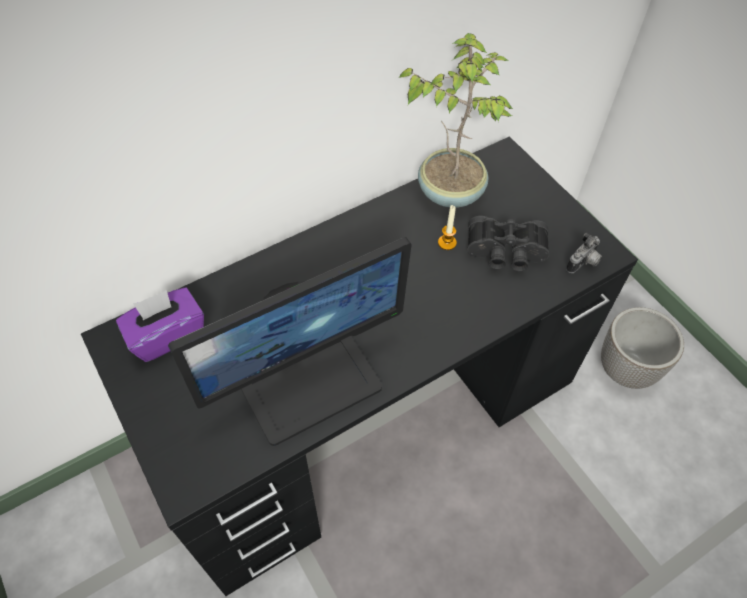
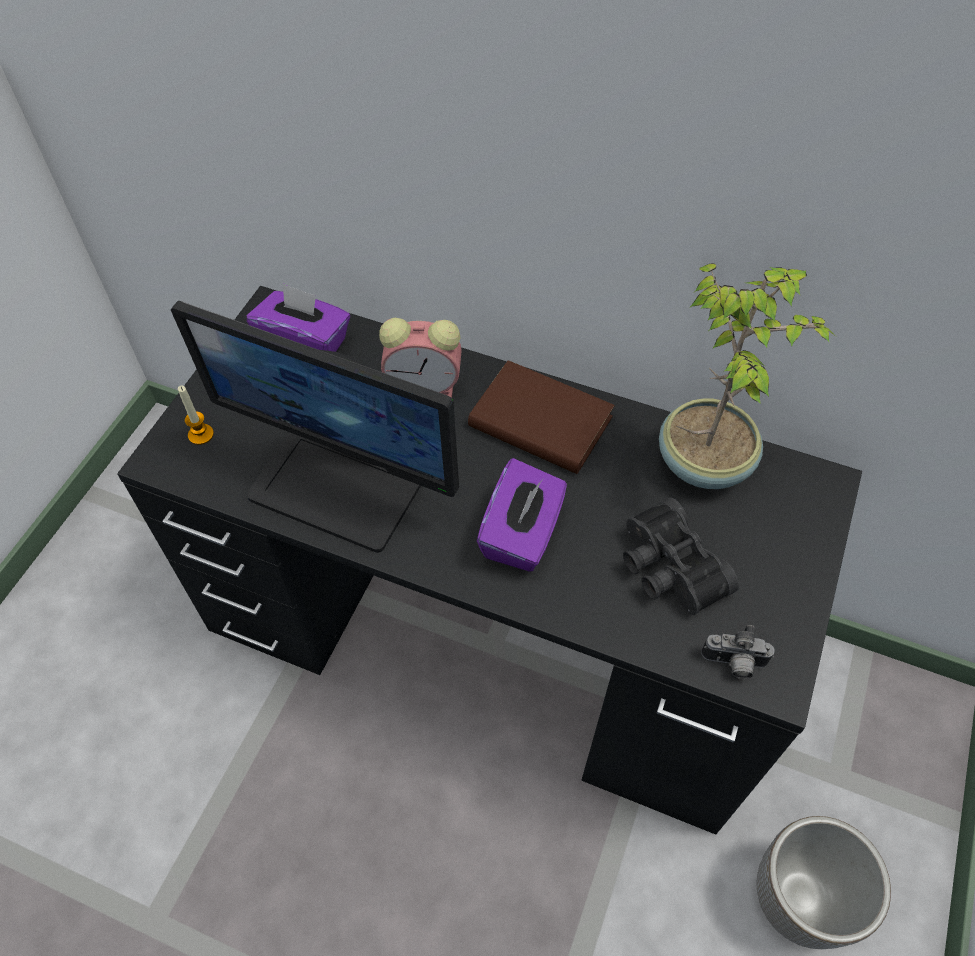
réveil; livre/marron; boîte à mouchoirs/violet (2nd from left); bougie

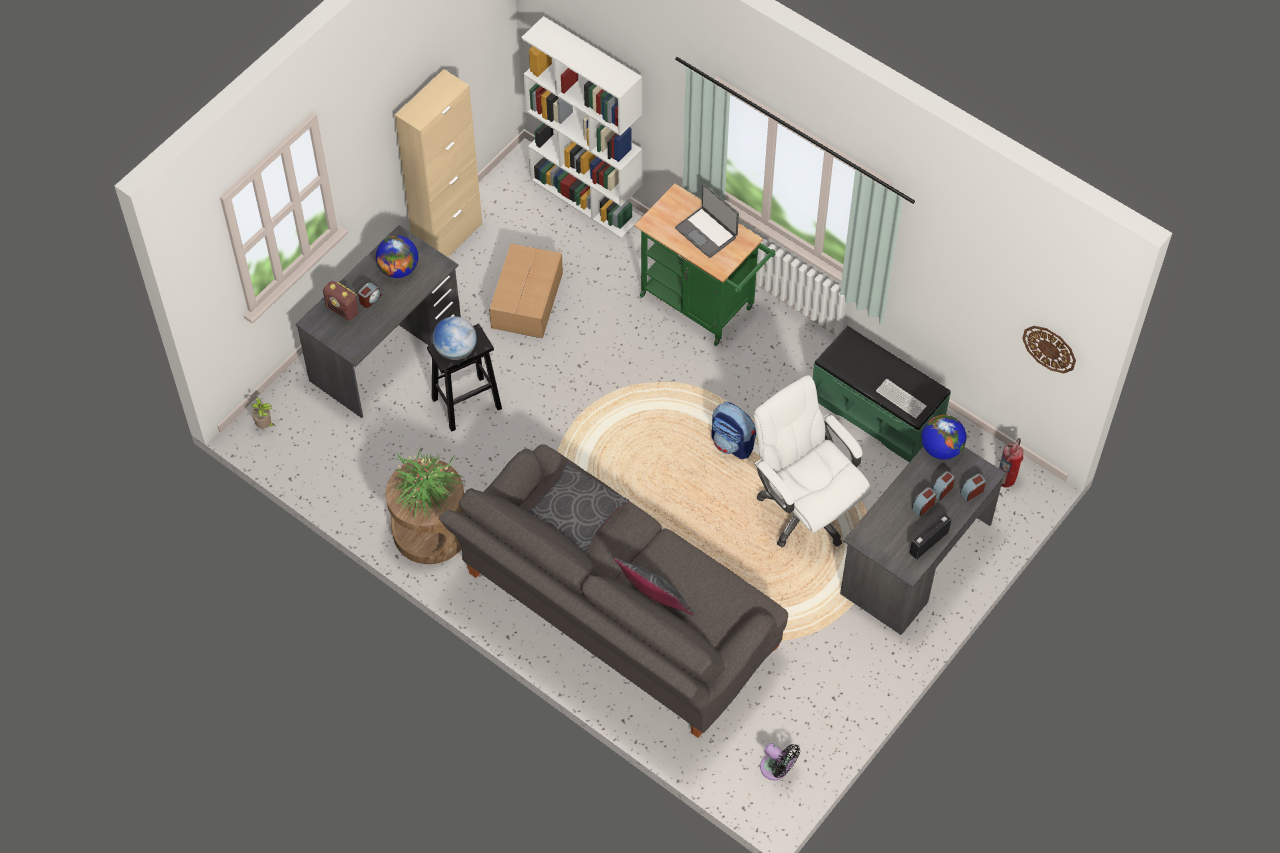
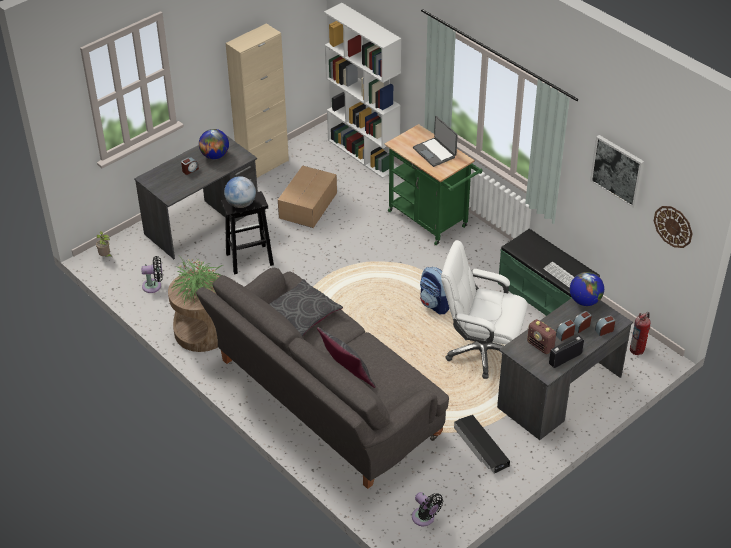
ventilateur/noir (1st from left); boîte de rangement/noir; tableau; radio (1st from left); chaise de bureau/blanc

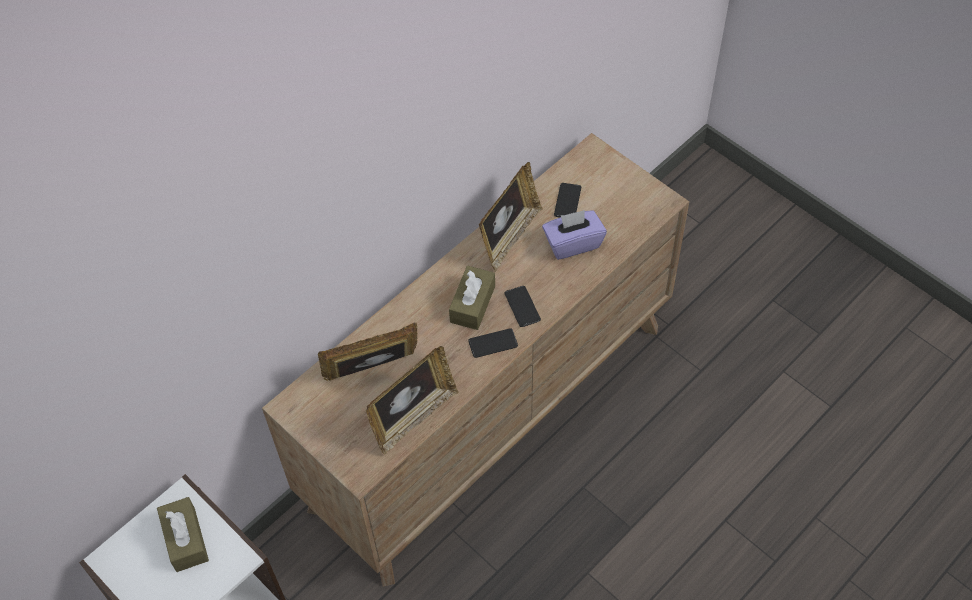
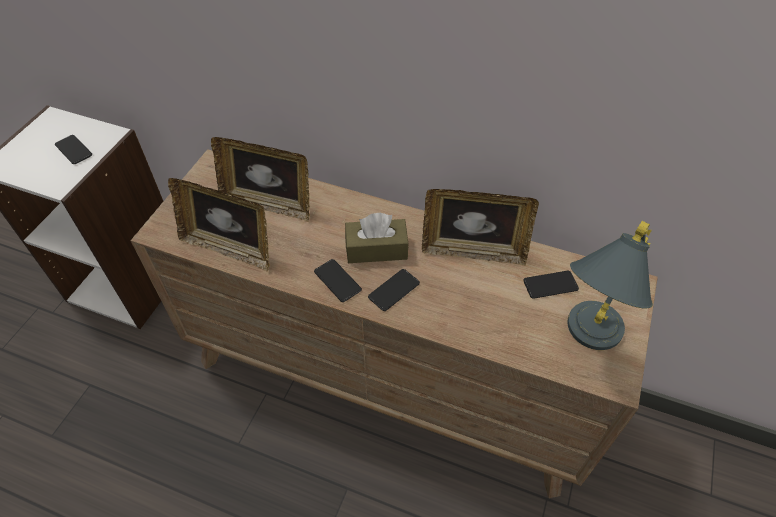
boîte à mouchoirs/violet; lampe de table/gris; téléphone (1st from left); cadre photo (2nd from left)

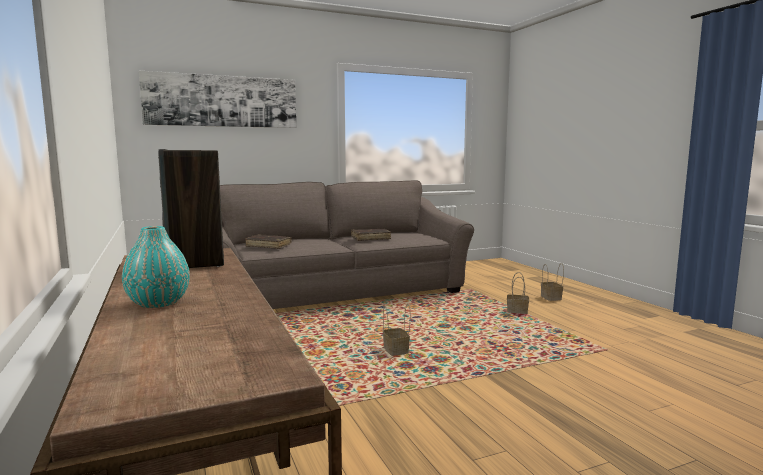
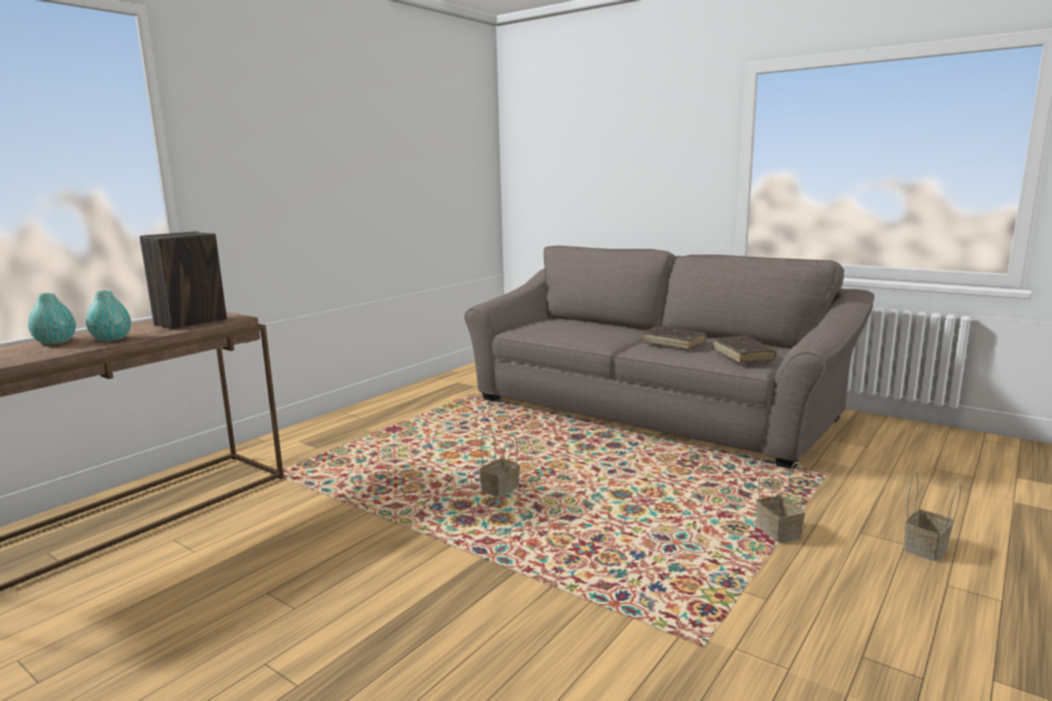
tableau; vase/turquoise (2nd from left); livre/marron (2nd from left)

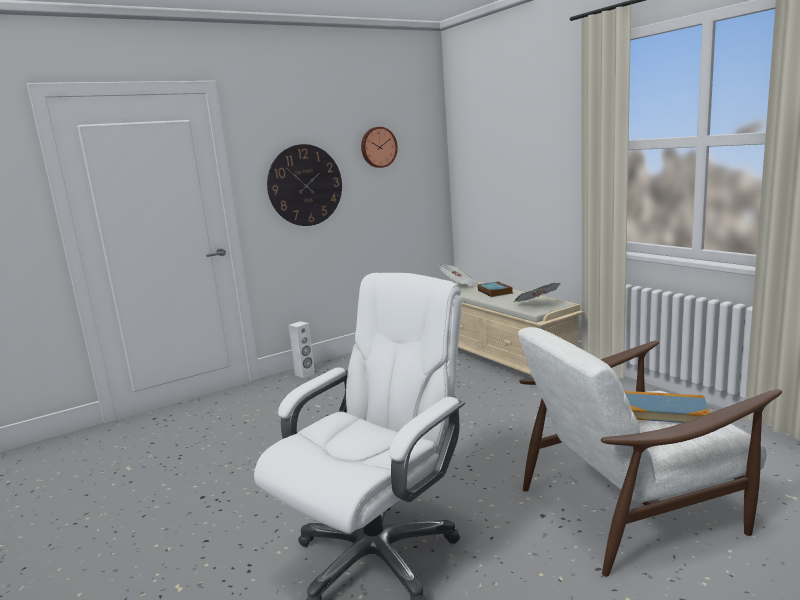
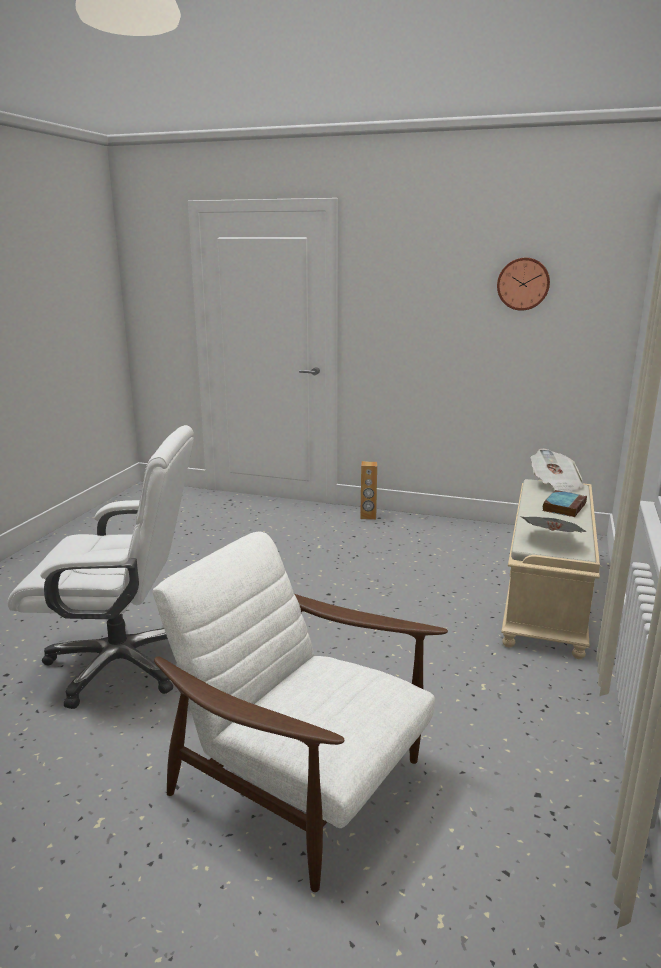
horloge murale (1st from left in the first image); livre (2nd from left in the first image); enceinte/marron

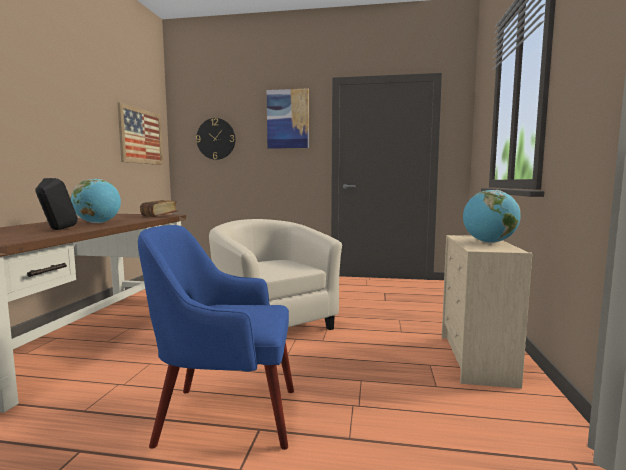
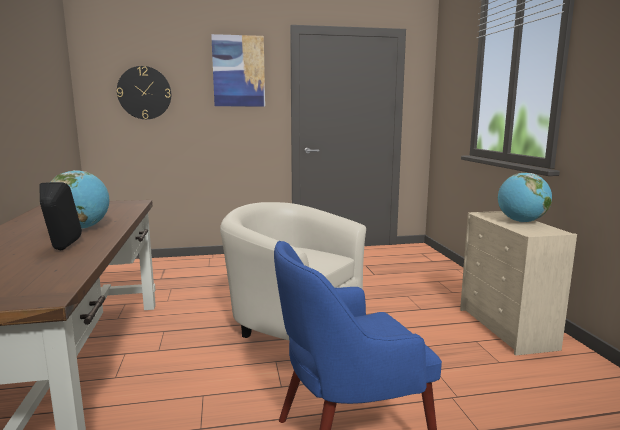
tableau (1st from left in the first image); livre

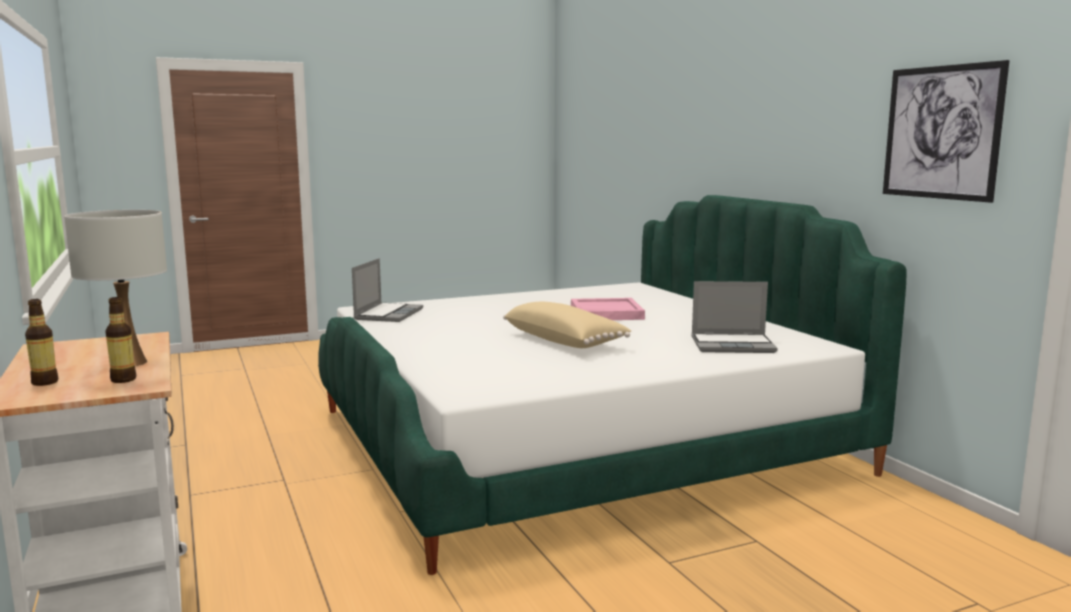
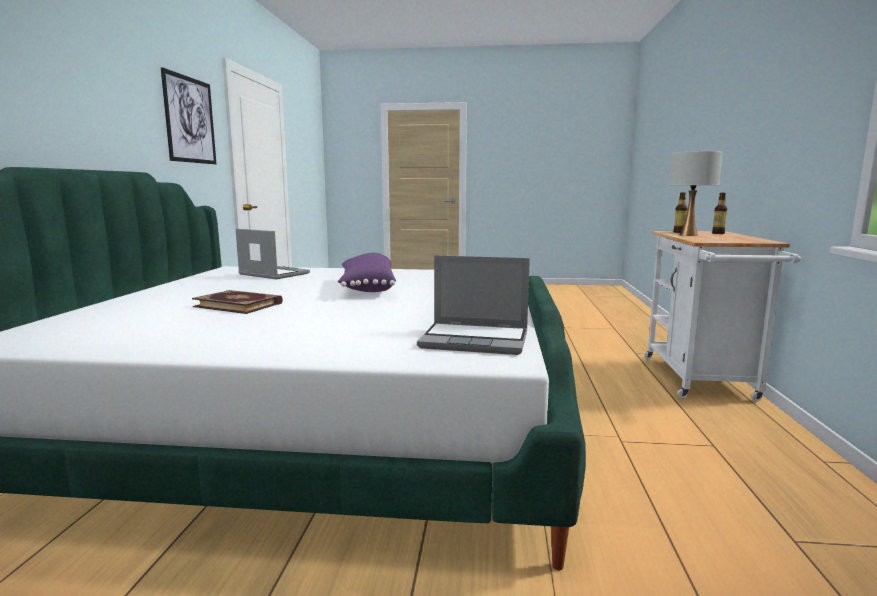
livre; coussin/violet; ordinateur portable (2nd from left)

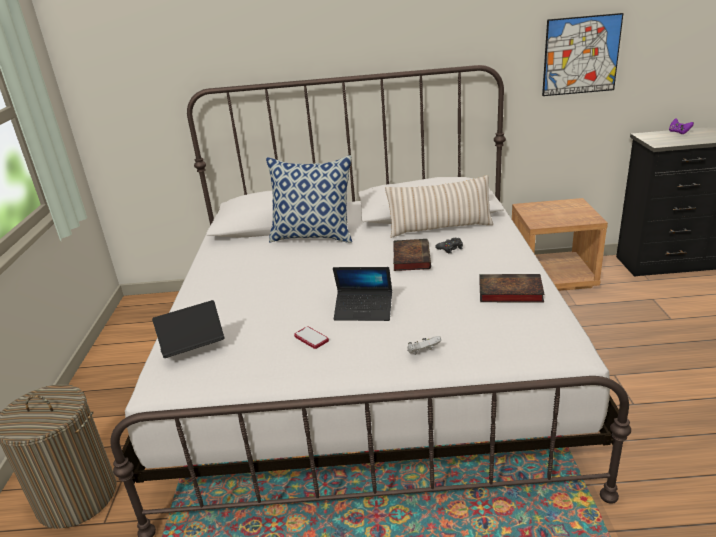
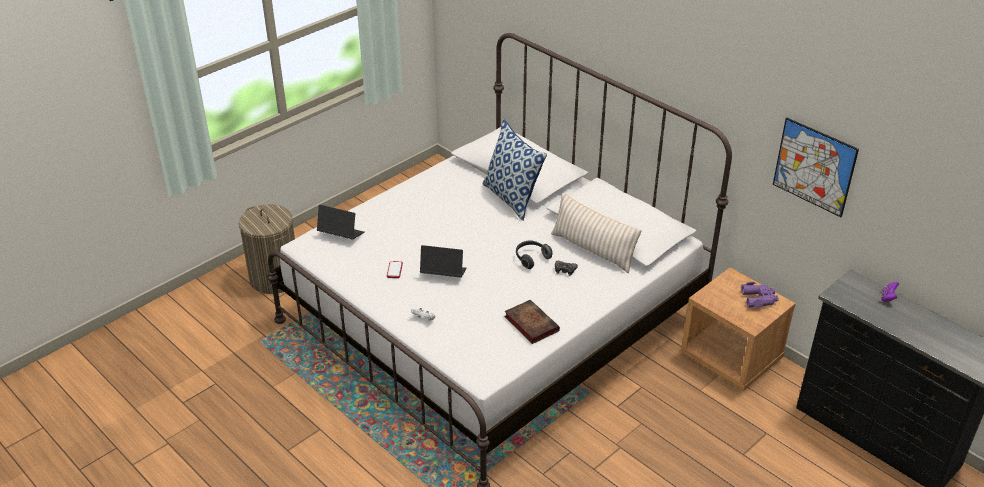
jumelles/violet; casque audio; ordinateur portable (2nd from left)

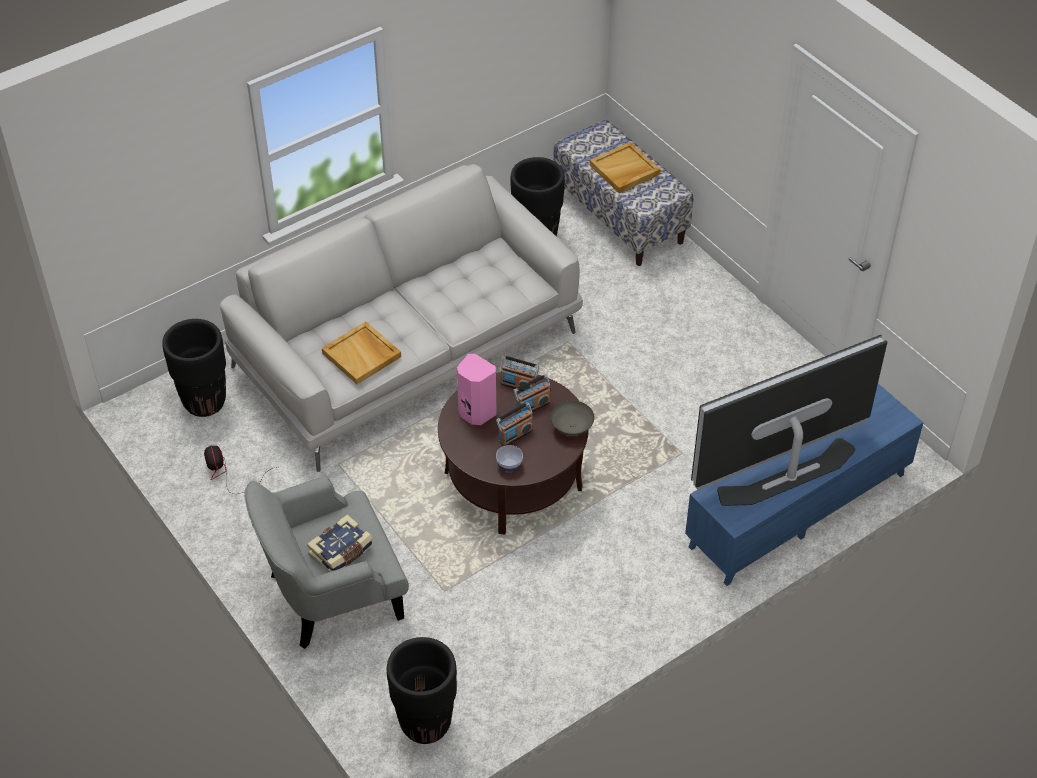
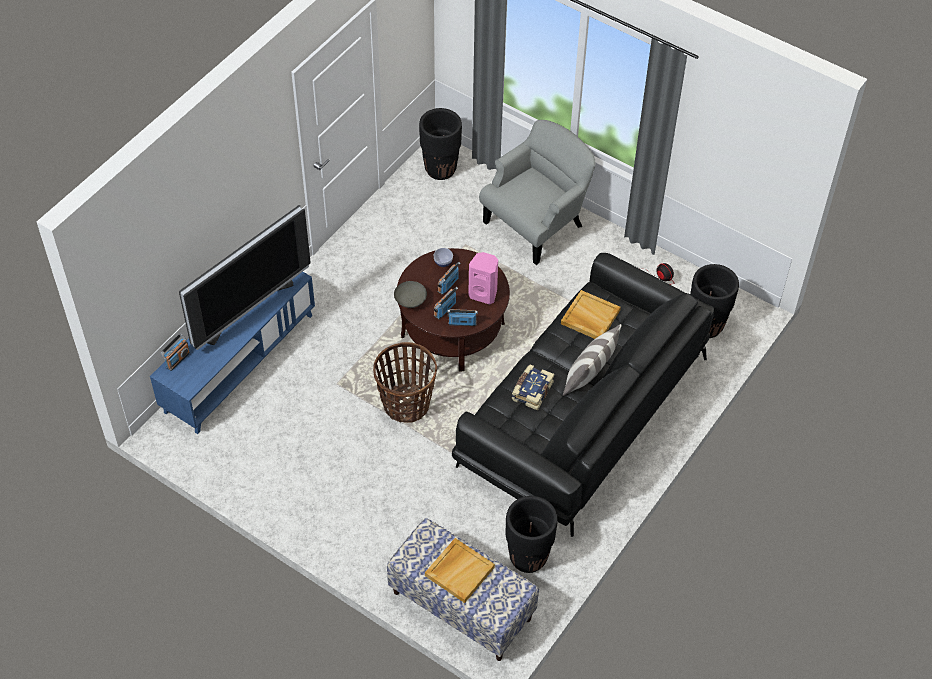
radio (1st from left); panier; coussin; livre; canapé/noir

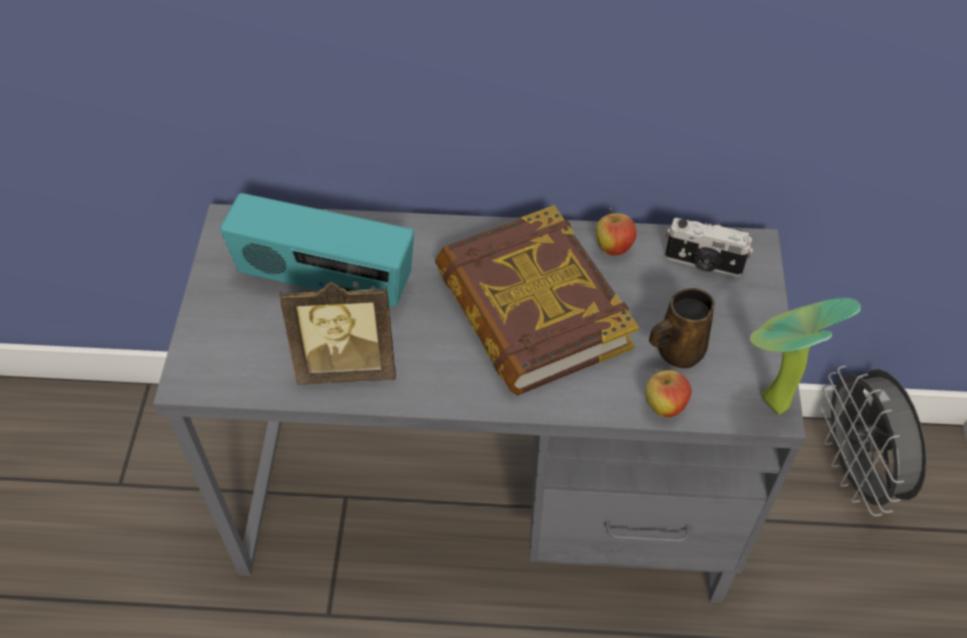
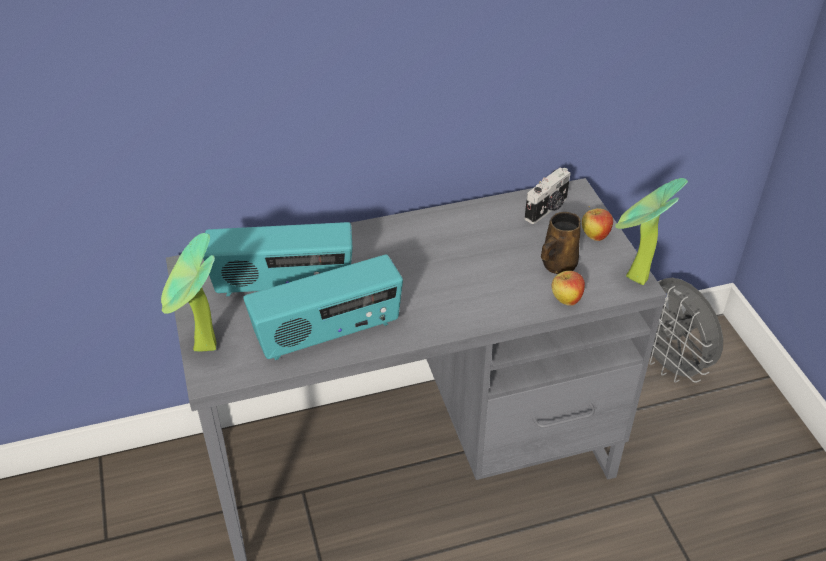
livre; plante en pot (1st from left); pomme (2nd from left); radio (2nd from left); appareil photo

